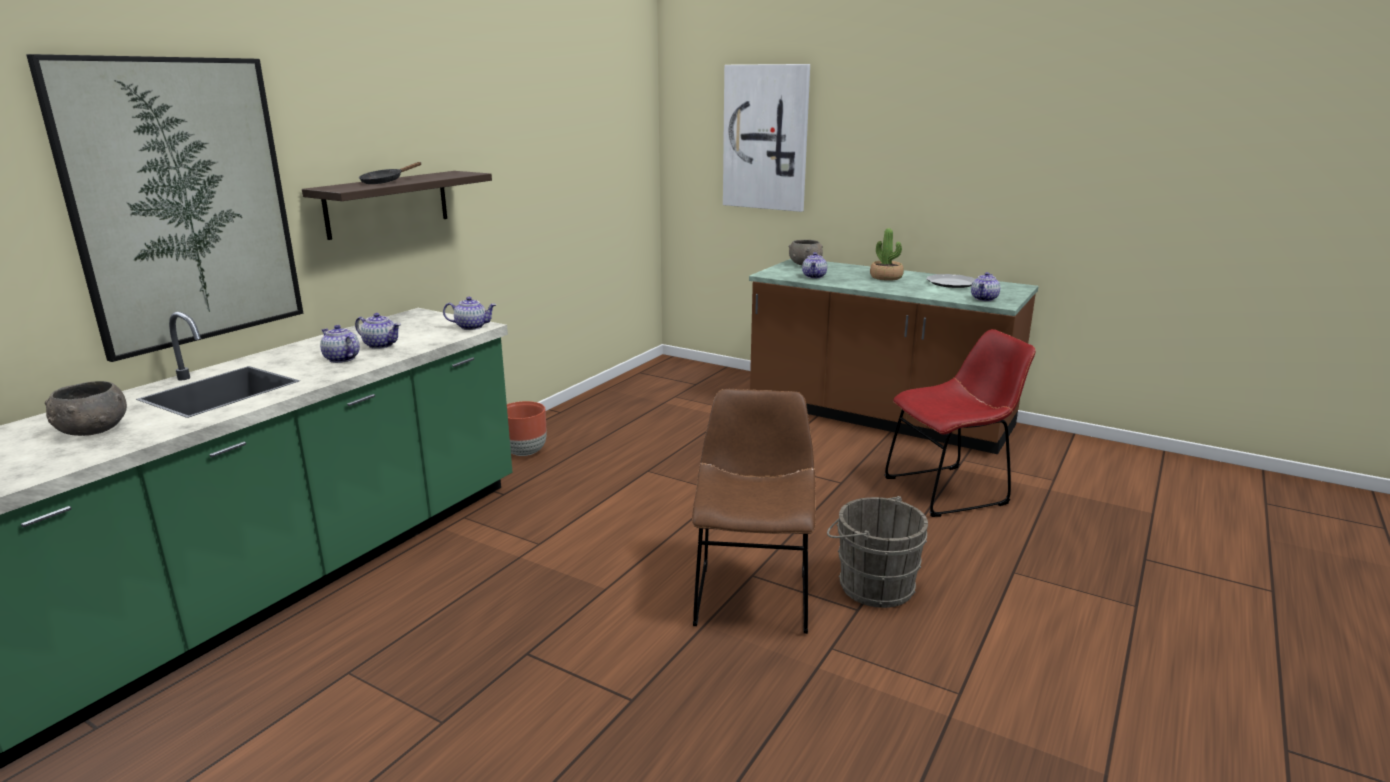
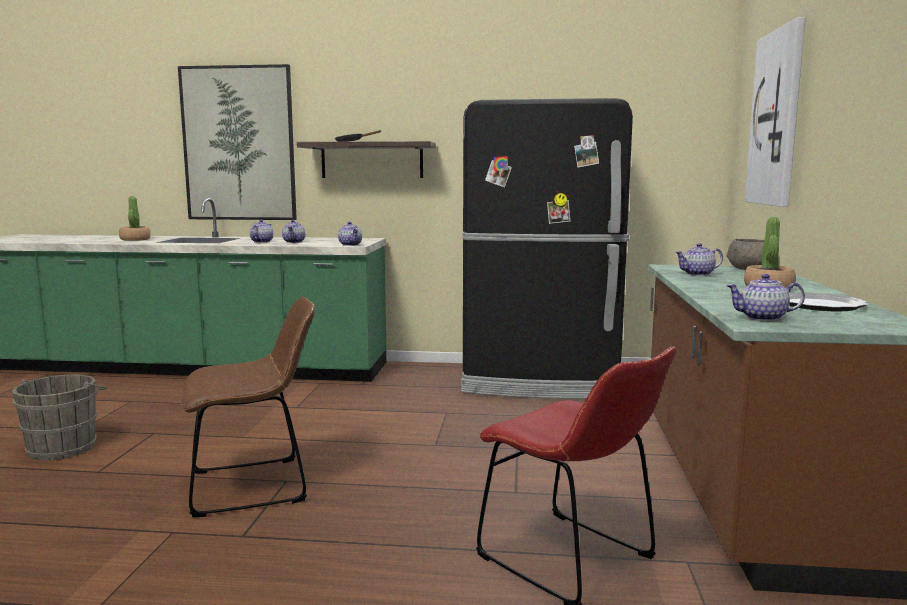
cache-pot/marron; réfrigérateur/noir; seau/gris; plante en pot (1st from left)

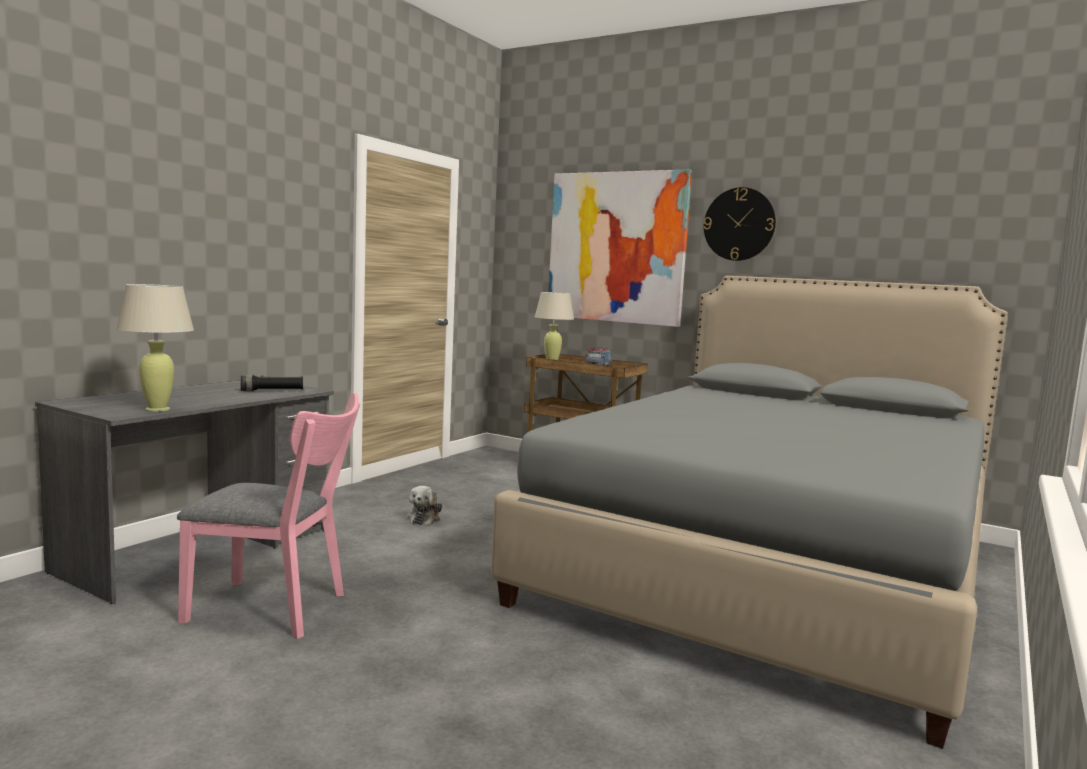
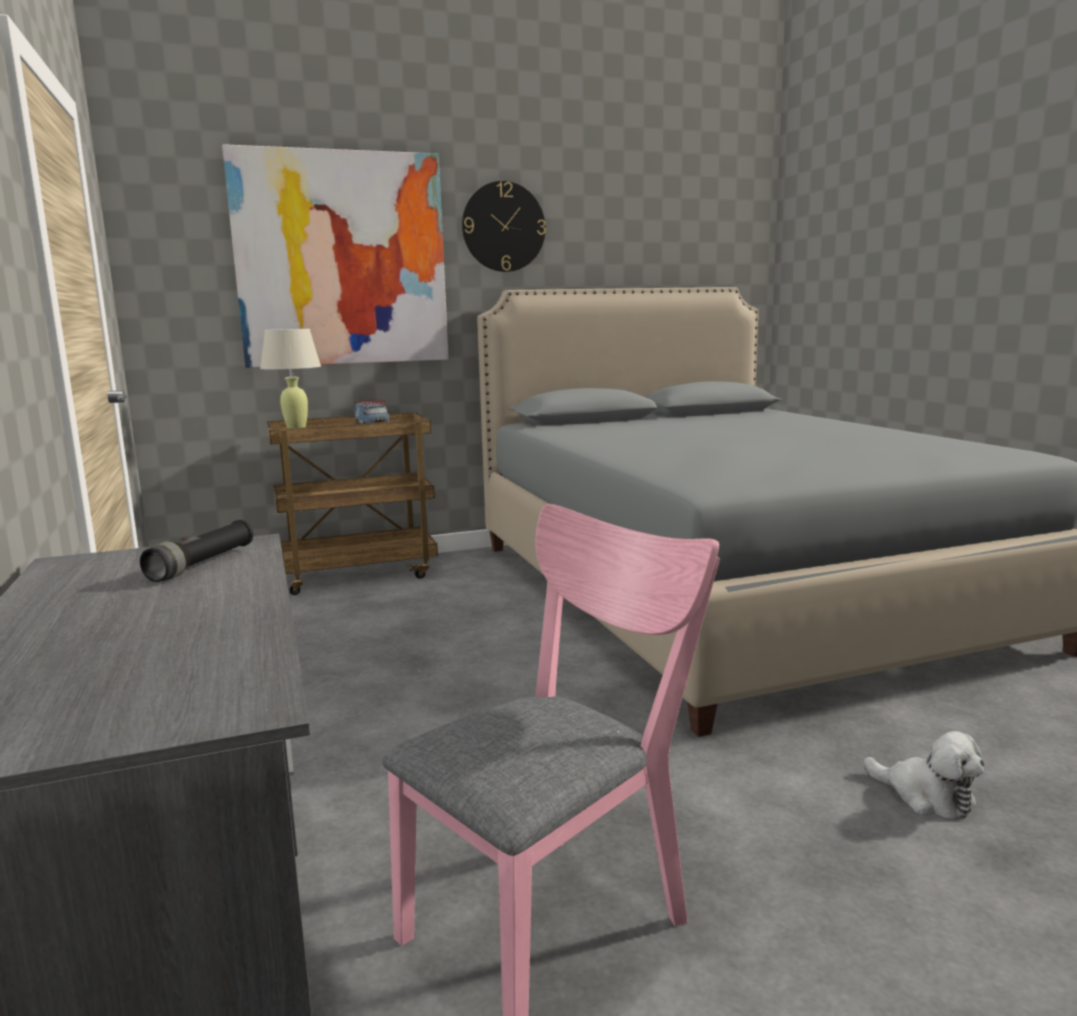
lampe de table/beige (1st from left in the first image); peluche

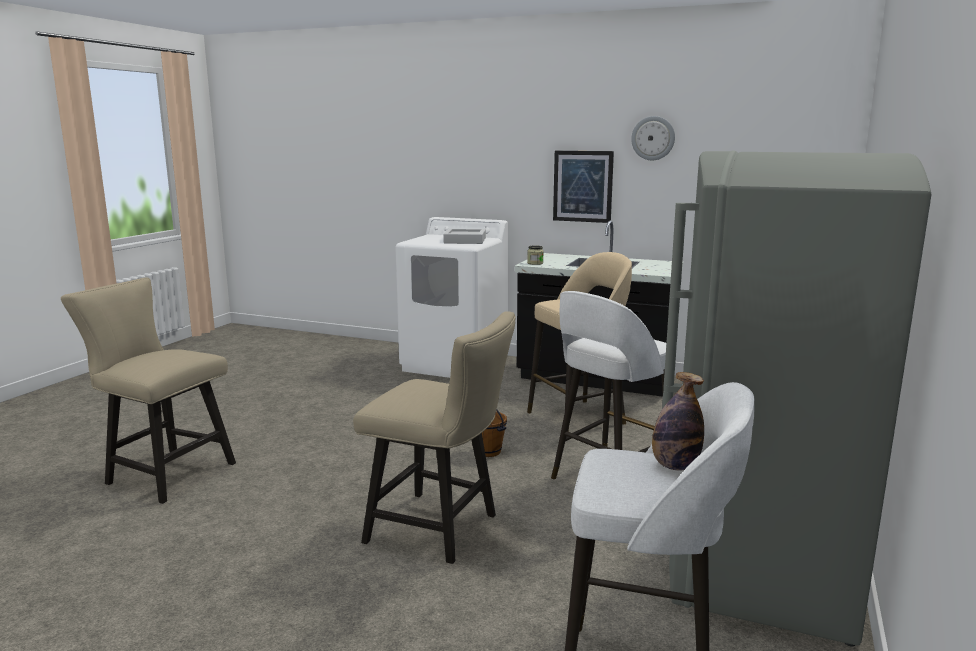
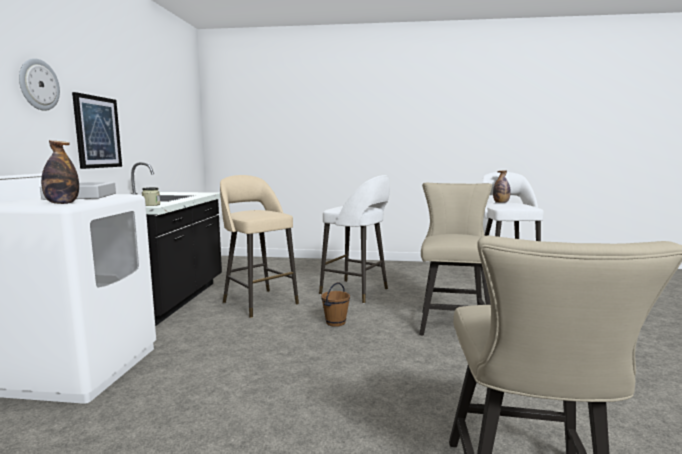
réfrigérateur/gris; bouteille (1st from left); horloge murale

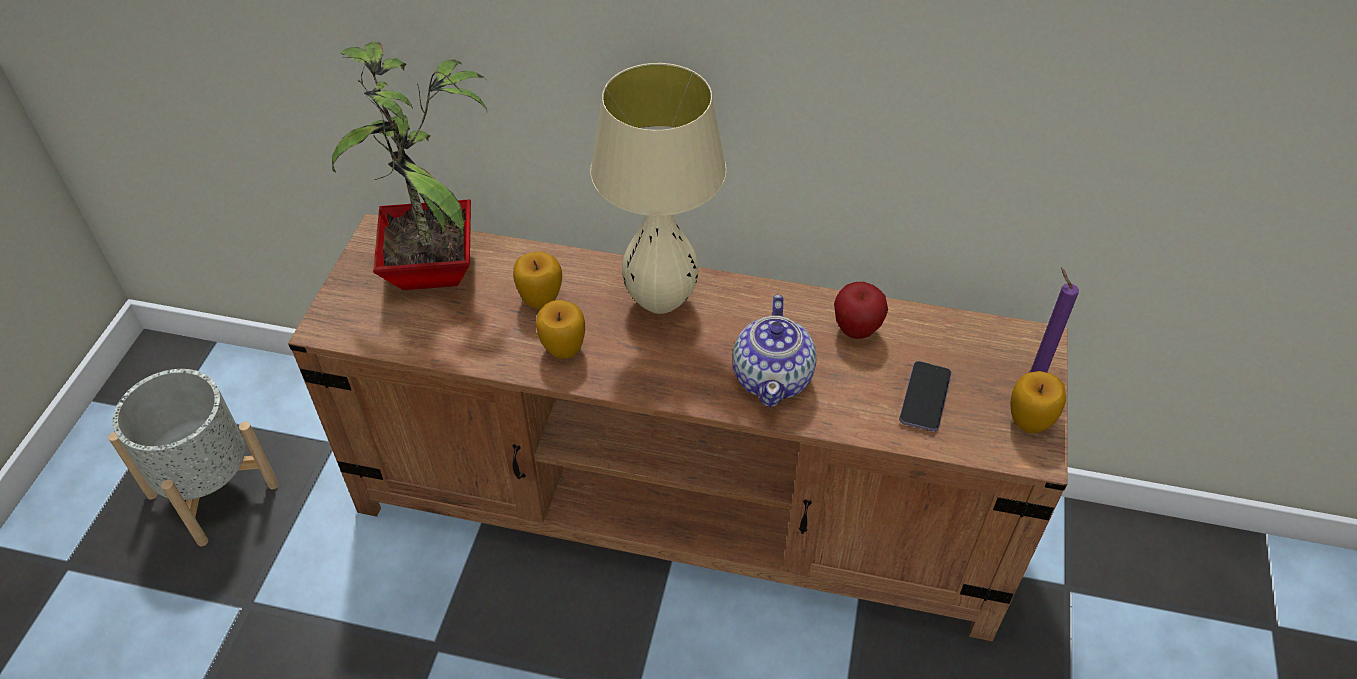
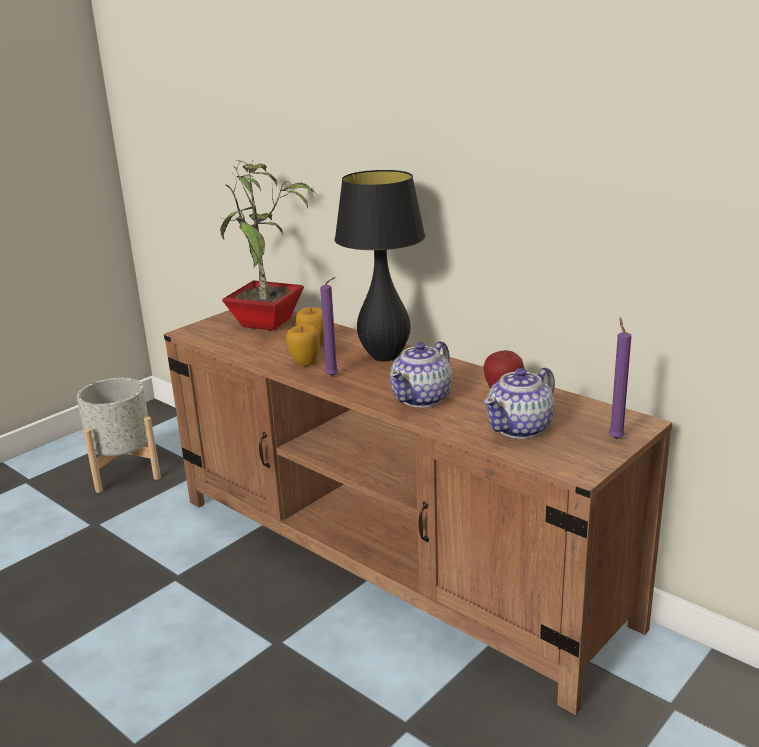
pomme (4th from left in the first image); bougie/violet (1st from left); théière (2nd from left); lampe de table/noir

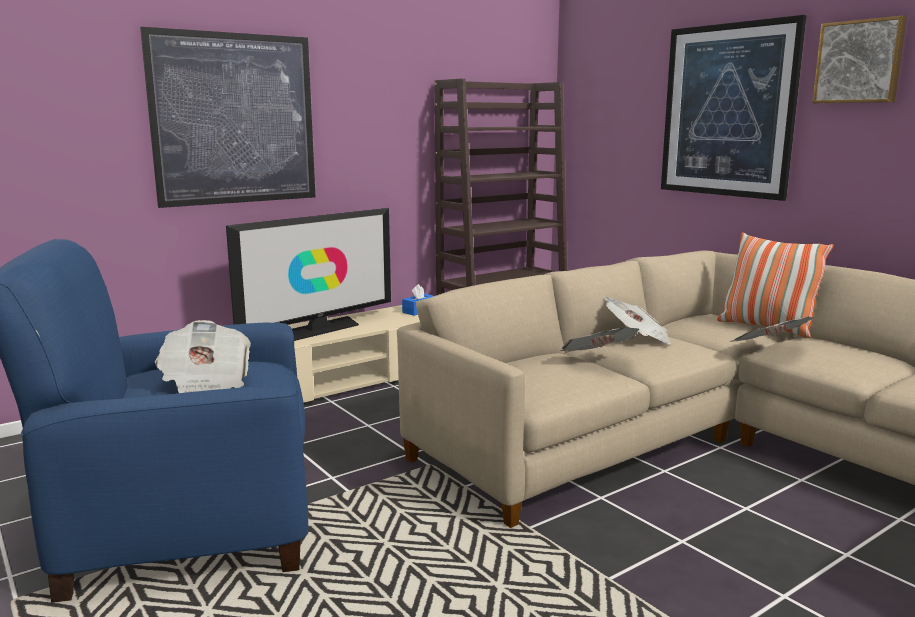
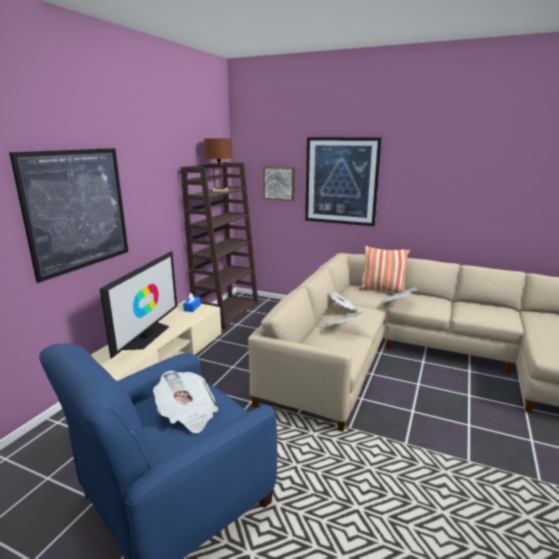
lampe de table/marron; tableau (2nd from left)

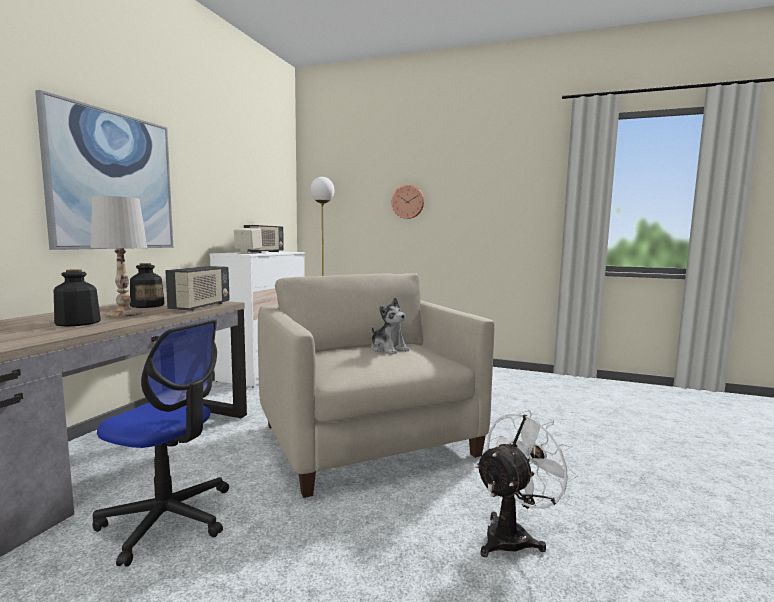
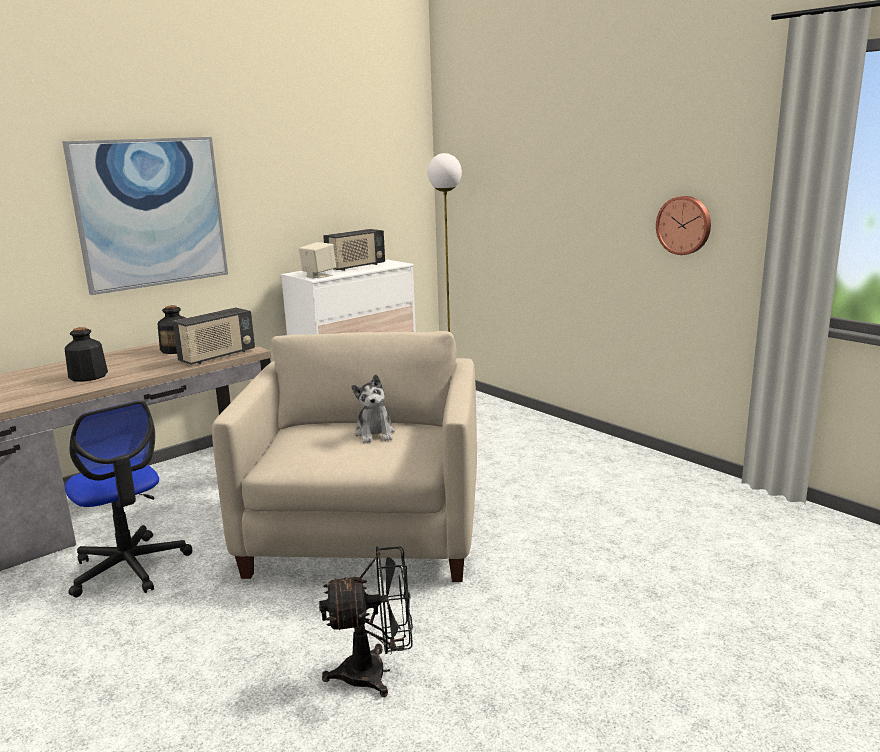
lampe de table/blanc; horloge murale; ventilateur/noir

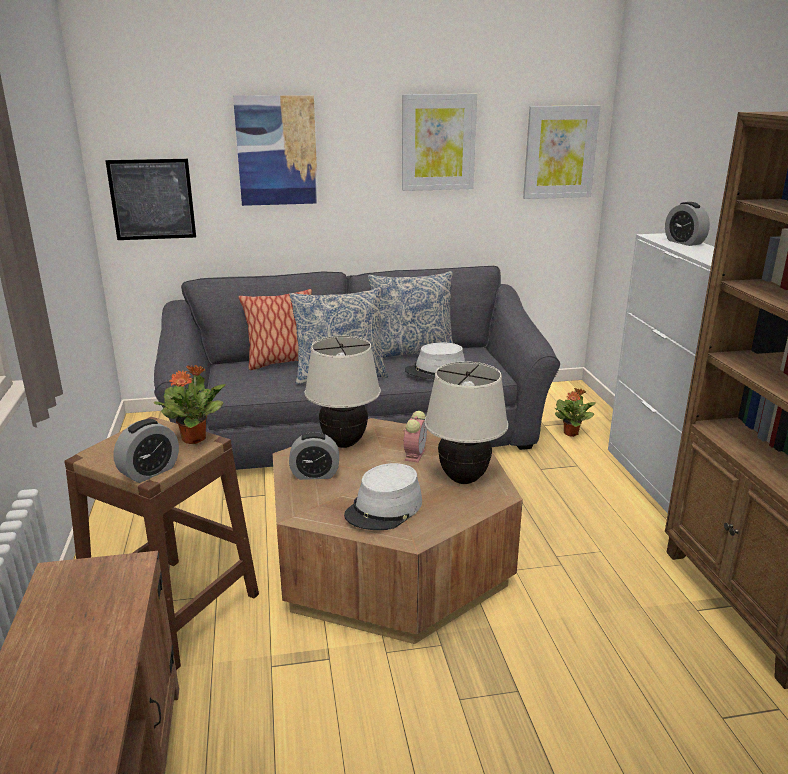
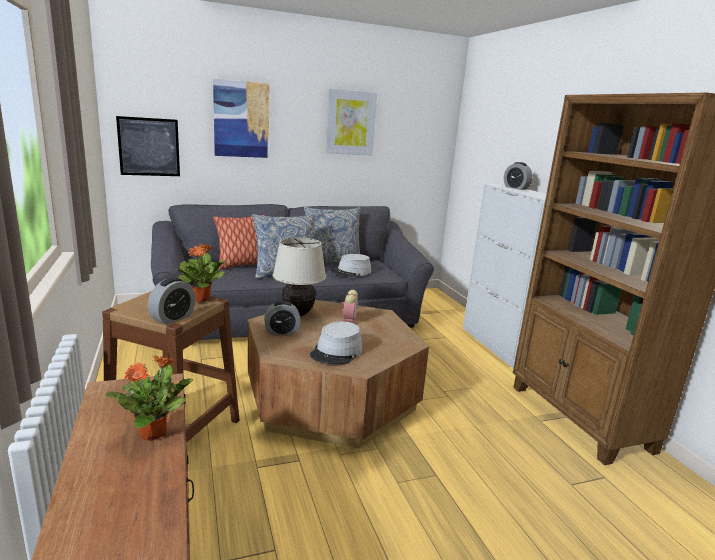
lampe de table/beige (2nd from left in the first image); tableau (4th from left in the first image); plante en pot (1st from left)

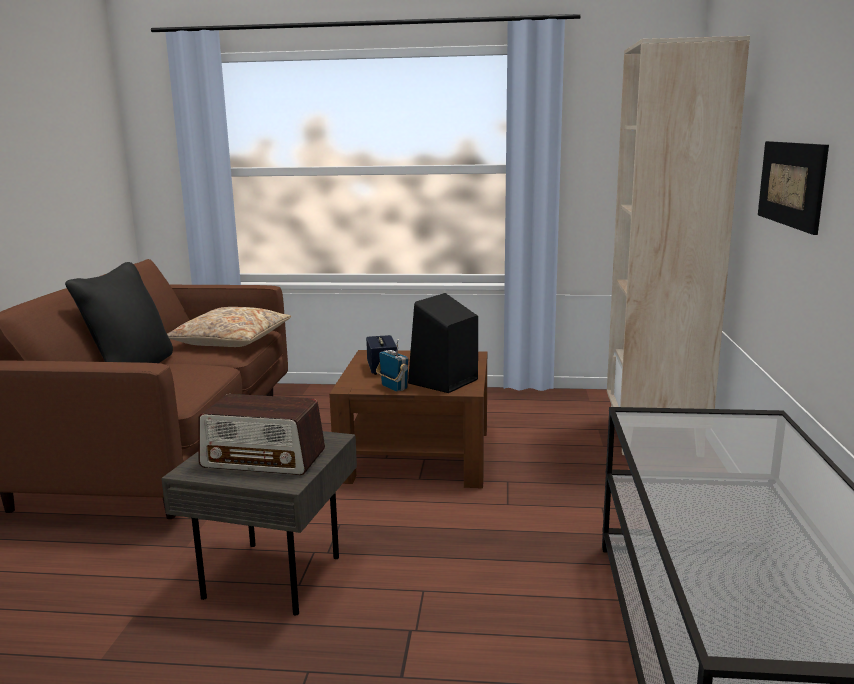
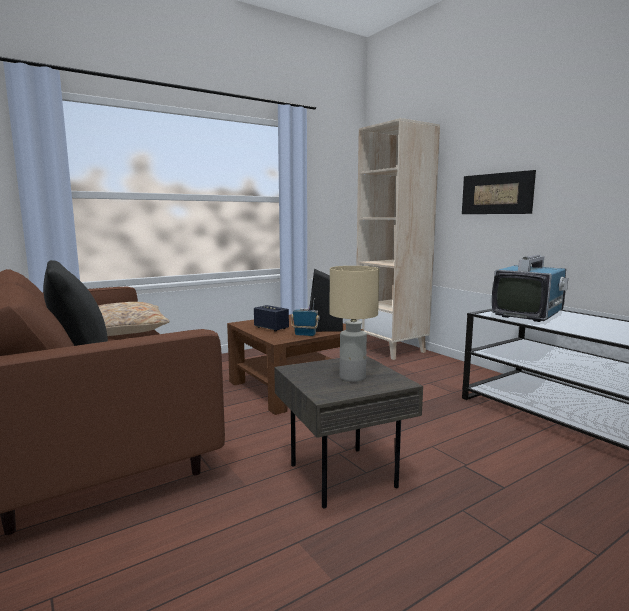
téléviseur; lampe de table/beige

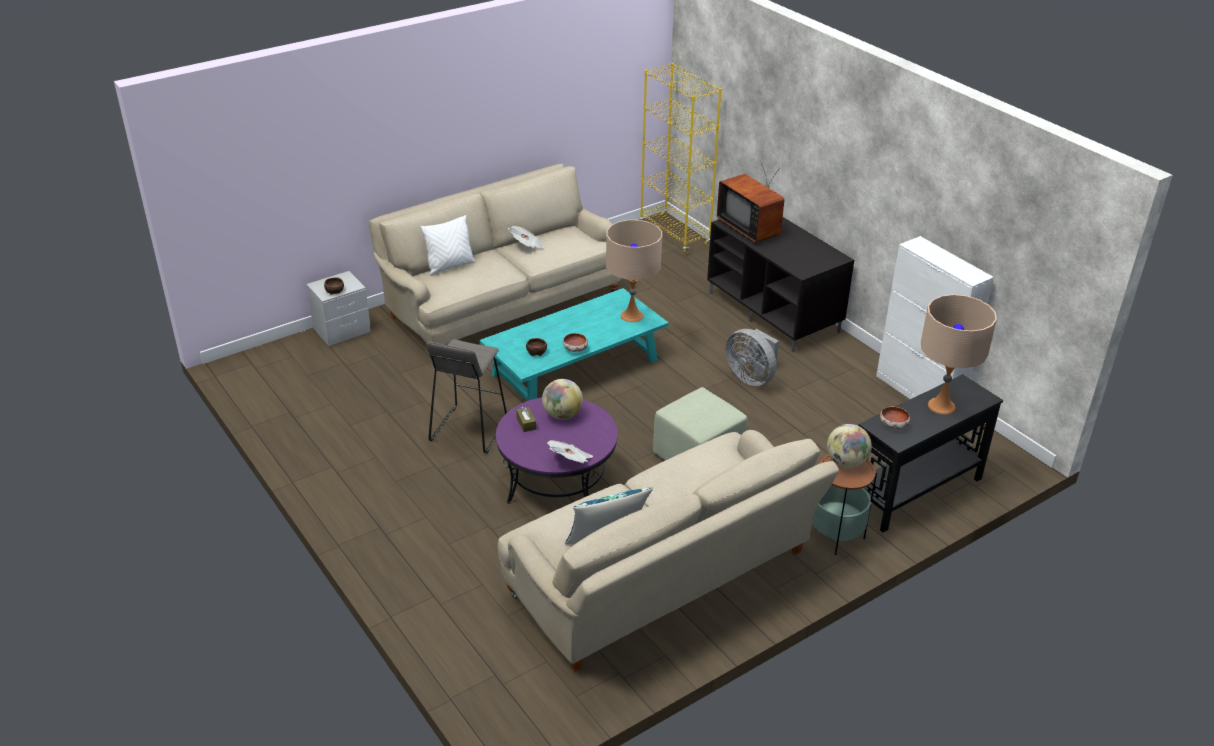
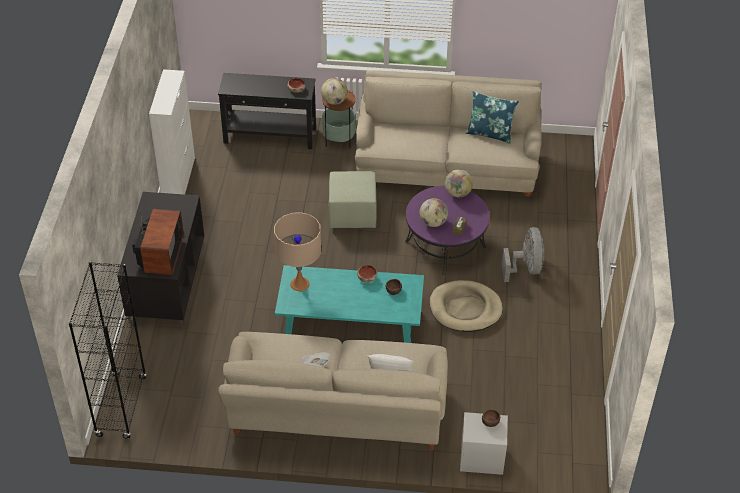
lampe de table/beige (2nd from left in the first image); ventilateur/gris; panier pour chien/beige; globe (3rd from left); bibliothèque/noir

